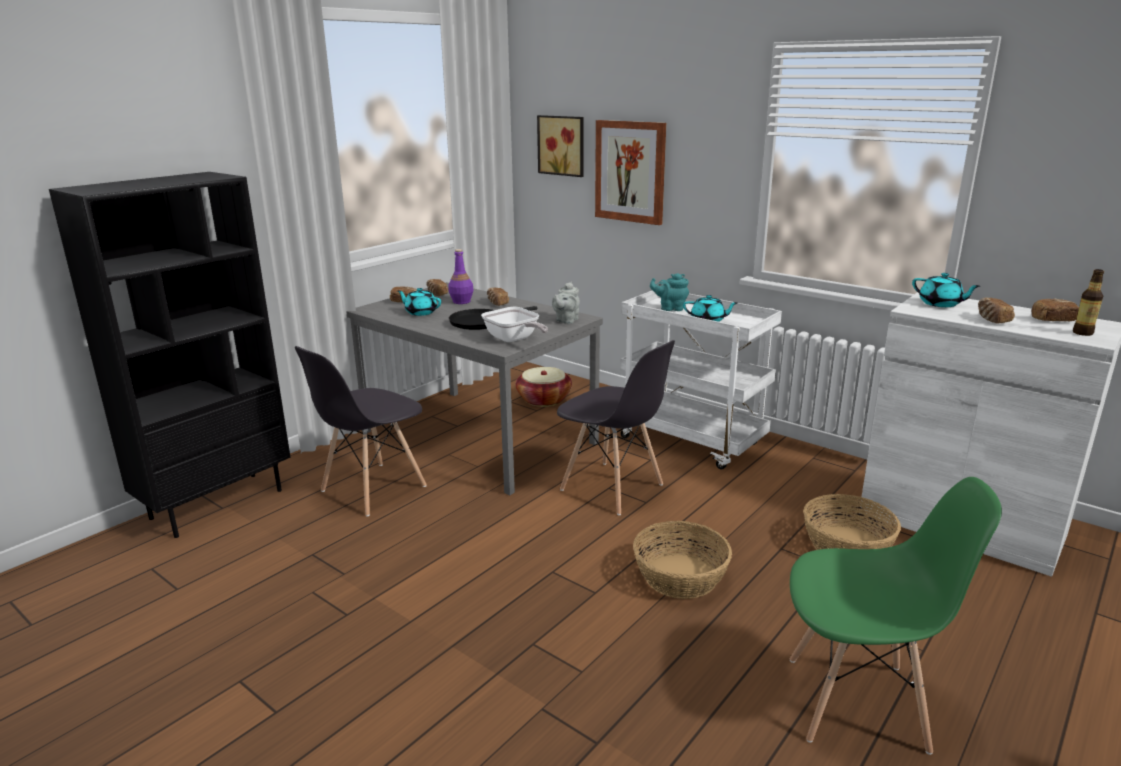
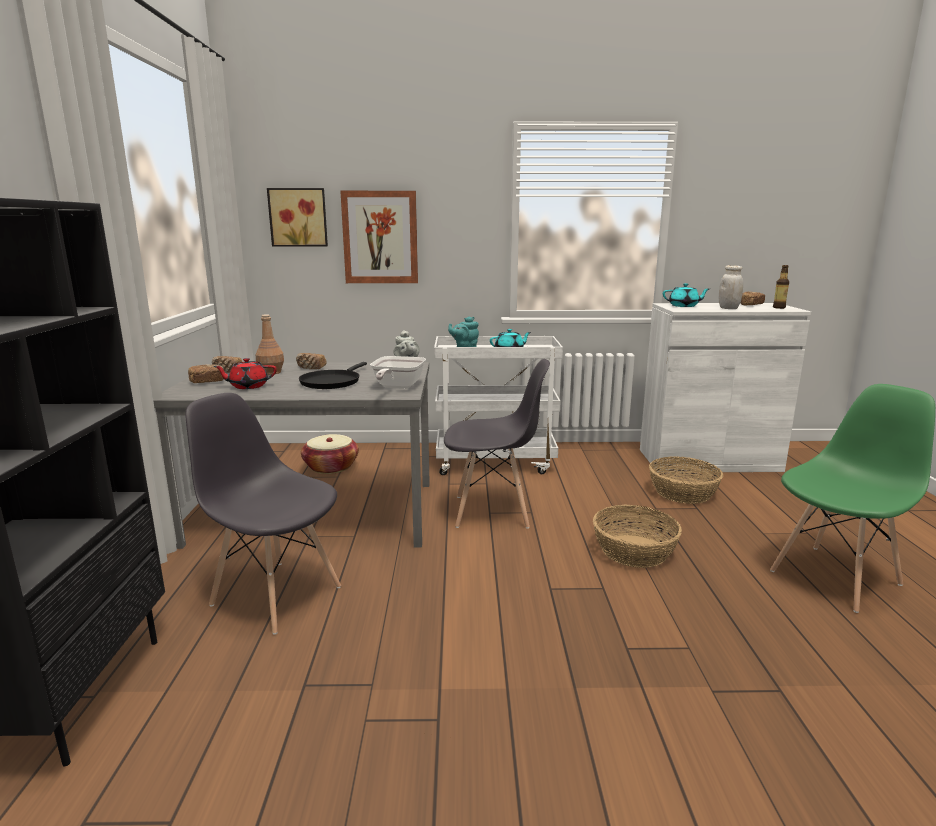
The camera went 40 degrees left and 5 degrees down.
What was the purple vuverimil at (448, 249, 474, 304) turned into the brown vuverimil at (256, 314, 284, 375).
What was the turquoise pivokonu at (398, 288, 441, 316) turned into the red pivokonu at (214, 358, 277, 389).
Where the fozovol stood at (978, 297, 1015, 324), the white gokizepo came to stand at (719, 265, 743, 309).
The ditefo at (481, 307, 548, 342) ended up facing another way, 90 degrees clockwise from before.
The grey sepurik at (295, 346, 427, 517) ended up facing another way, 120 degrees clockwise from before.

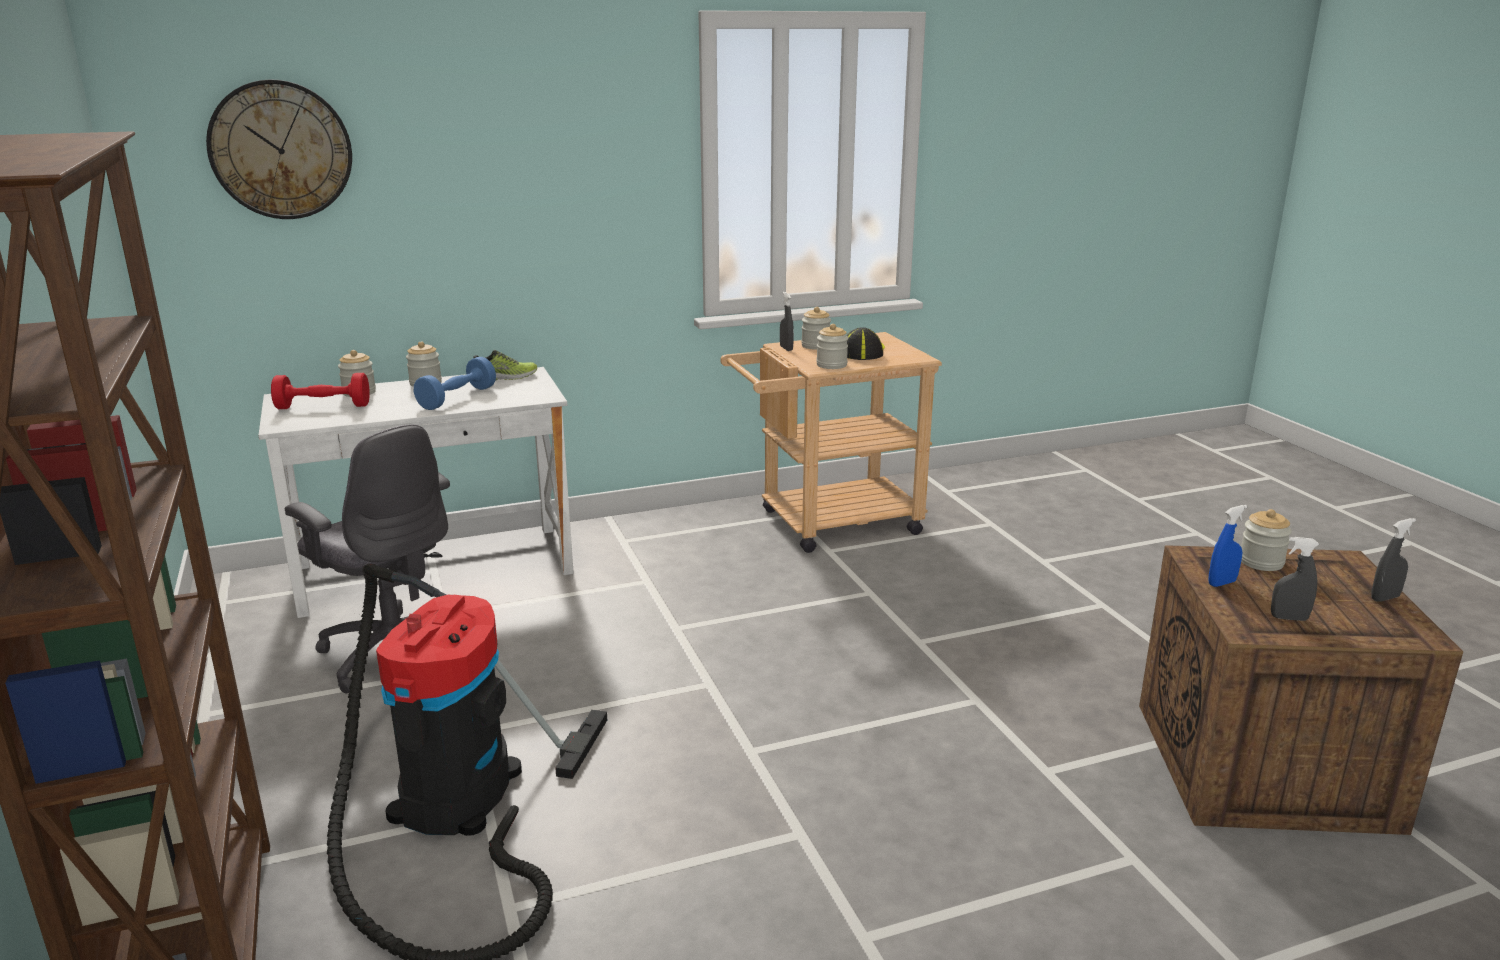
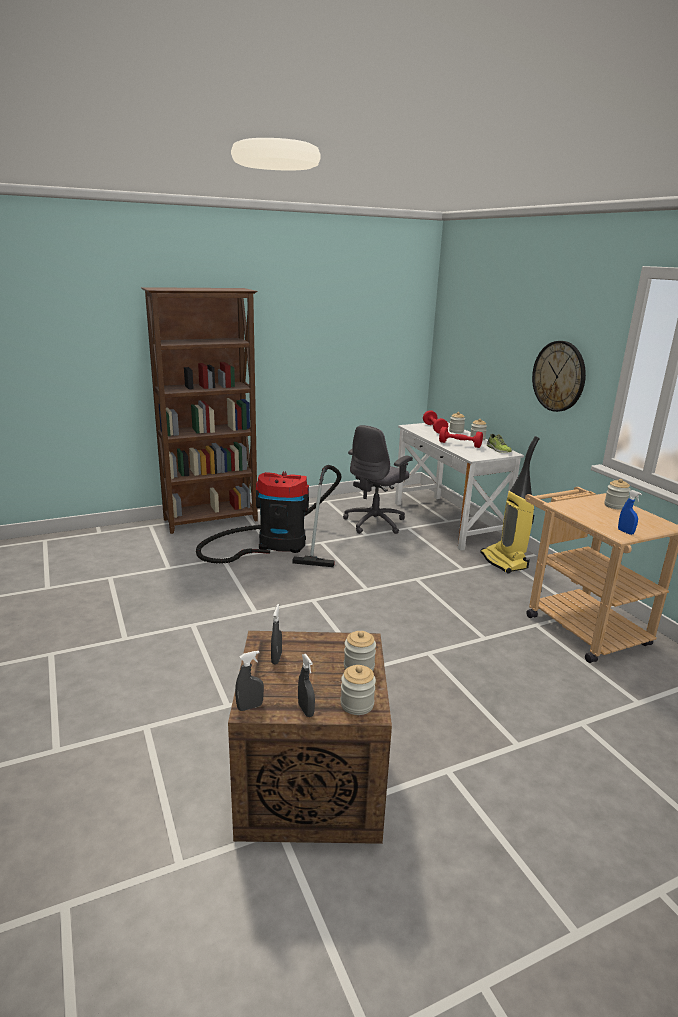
The camera went 85 degrees right and 0 degrees up.
The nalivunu ended up elsewhere, having gone from (206, 79, 352, 219) to (532, 341, 586, 412).
The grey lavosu ended up elsewhere, having gone from (780, 292, 794, 351) to (235, 651, 264, 711).
The gokizepo ended up elsewhere, having gone from (816, 324, 848, 369) to (340, 665, 376, 715).
The second view lost the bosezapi at (846, 327, 885, 360).
What was the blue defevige at (414, 357, 496, 410) turned into the red defevige at (439, 427, 483, 448).
The blue lavosu ended up elsewhere, having gone from (1209, 505, 1247, 587) to (618, 490, 642, 535).
The second view gained the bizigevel at (480, 436, 540, 574).

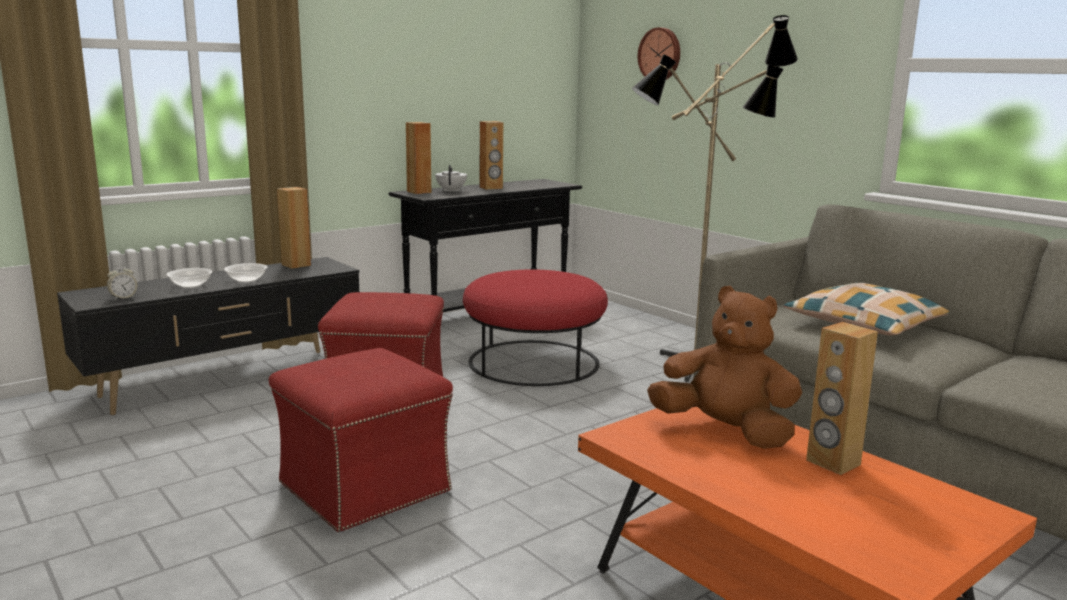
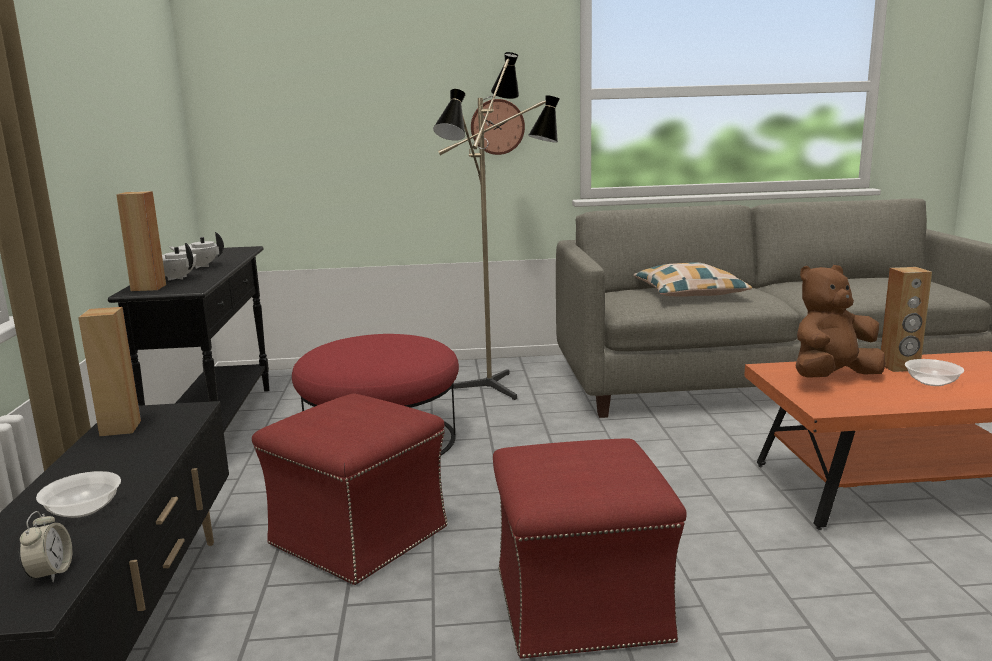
The camera went 55 degrees left and 0 degrees up.
The nalivunu ended up elsewhere, having gone from (638, 27, 680, 80) to (471, 99, 525, 155).
Where the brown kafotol stood at (480, 121, 503, 190), the white pivokonu came to stand at (169, 232, 224, 269).
The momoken ended up elsewhere, having gone from (224, 263, 267, 283) to (905, 359, 964, 386).

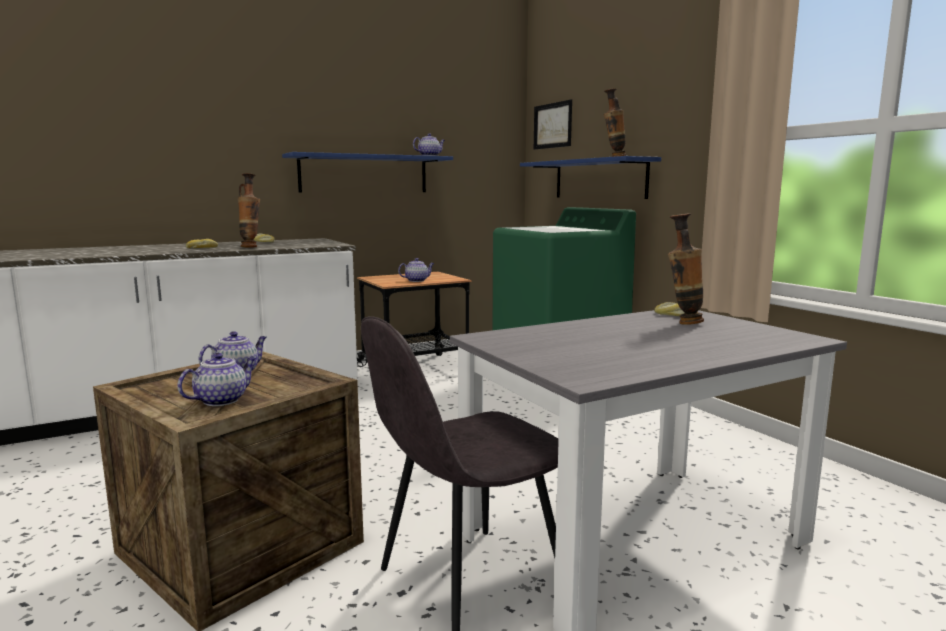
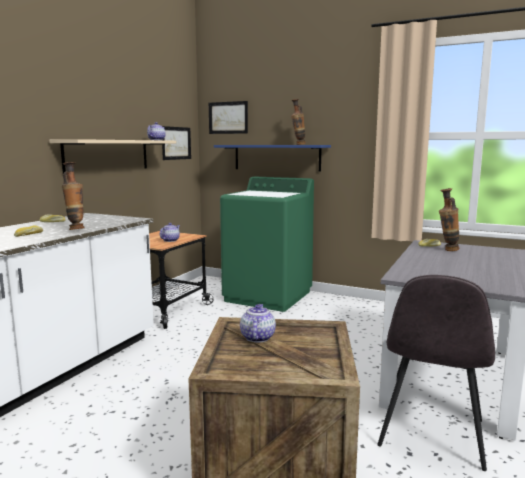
The camera went 35 degrees left and 0 degrees up.
What was the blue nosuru at (282, 152, 453, 193) turned into the beige nosuru at (49, 139, 176, 173).
The second view lost the pivokonu at (178, 353, 256, 406).
The second view gained the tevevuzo at (162, 126, 191, 160).

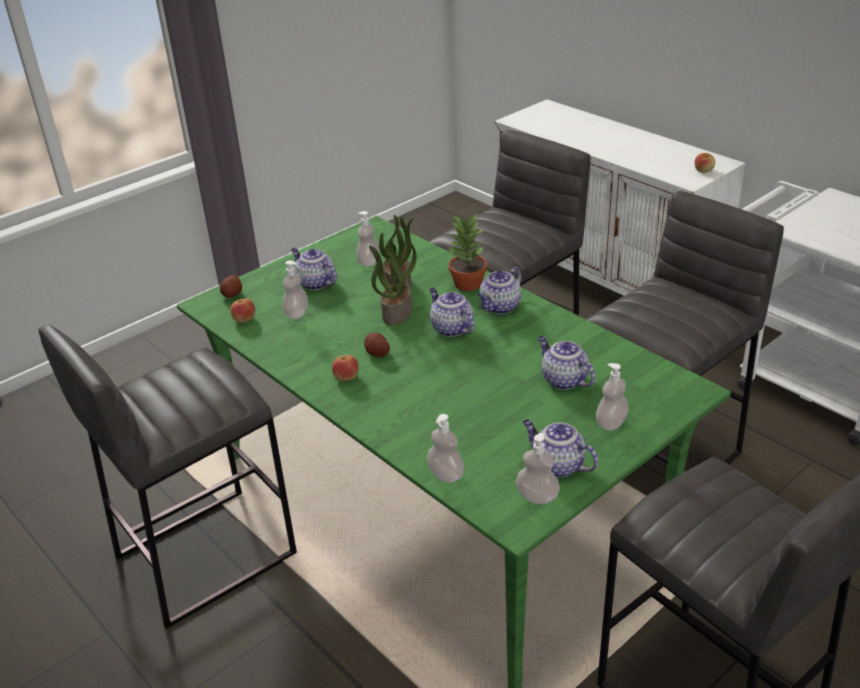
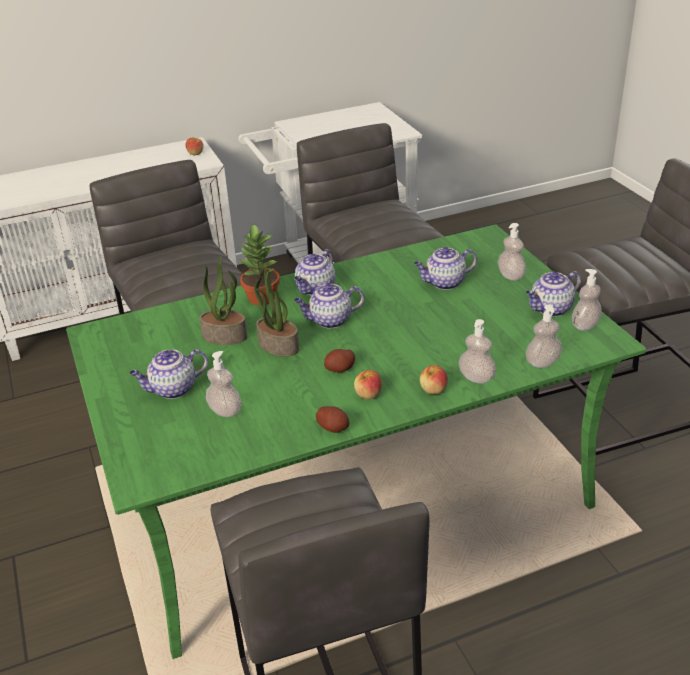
The camera went 70 degrees left and 0 degrees up.
The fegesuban ended up elsewhere, having gone from (356, 211, 380, 267) to (459, 319, 496, 384).
The pivokonu at (478, 267, 522, 314) ended up facing another way, 60 degrees clockwise from before.
The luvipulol ended up elsewhere, having gone from (220, 275, 242, 298) to (316, 406, 350, 433).
The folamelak ended up elsewhere, having gone from (230, 299, 255, 323) to (420, 365, 448, 394).

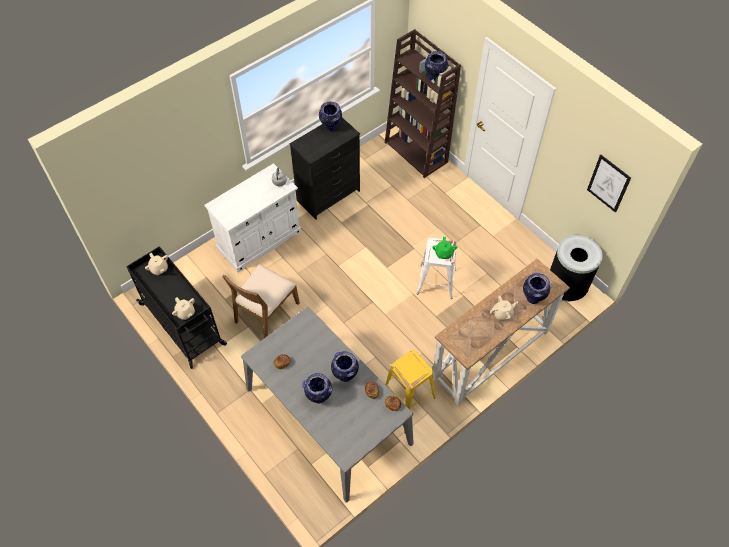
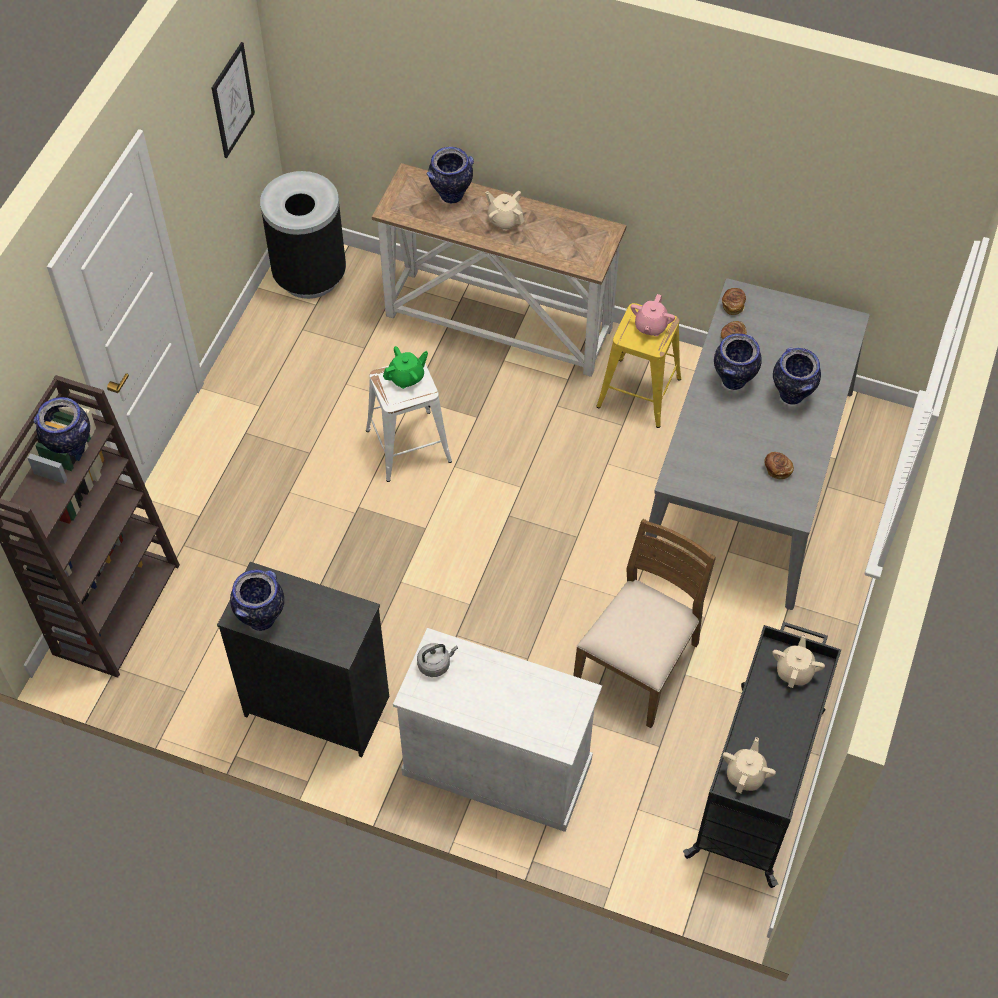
The camera went 120 degrees left and 0 degrees up.
The brown sepurik at (222, 264, 300, 338) ended up facing another way, 60 degrees counterclockwise from before.
The second view gained the pink pivokonu at (631, 294, 675, 336).

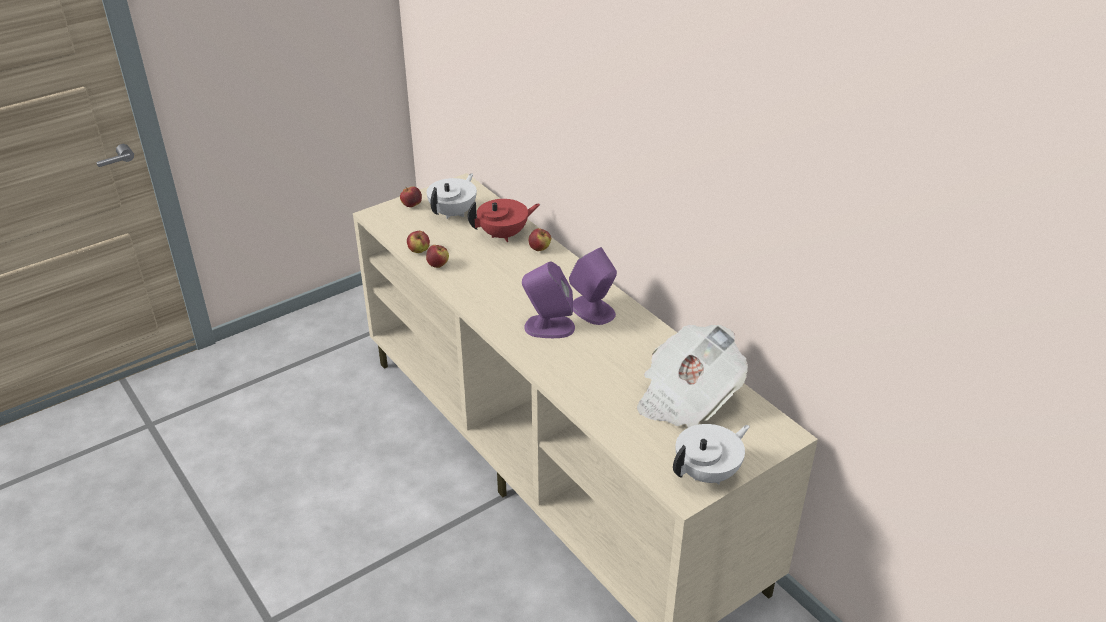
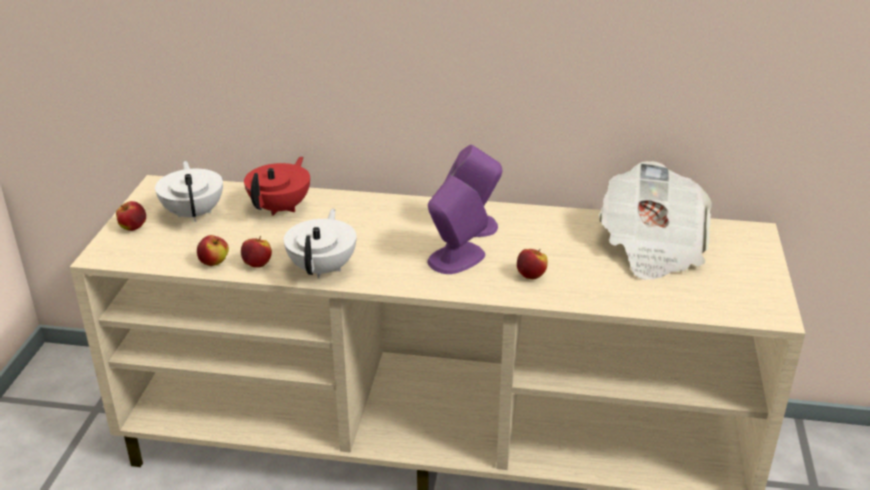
The camera went 45 degrees left and 5 degrees down.
The folamelak ended up elsewhere, having gone from (529, 228, 551, 251) to (517, 249, 548, 280).
The white pivokonu ended up elsewhere, having gone from (673, 424, 750, 485) to (284, 209, 357, 279).

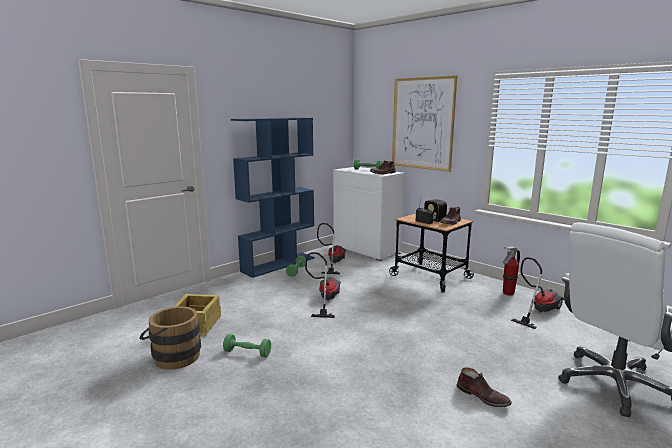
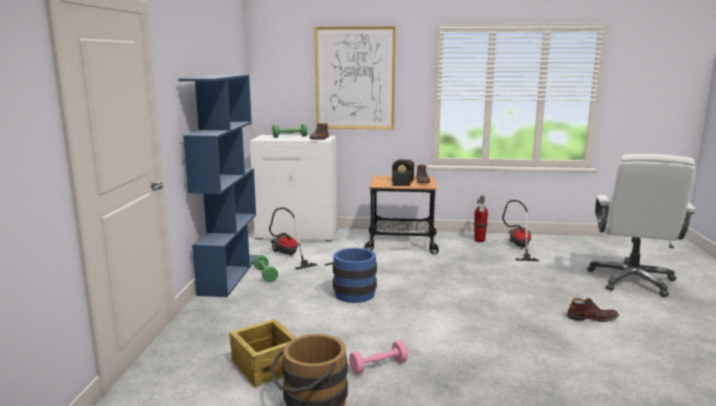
The camera went 40 degrees left and 0 degrees up.
Where the bizigevel stood at (305, 252, 341, 318), the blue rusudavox came to stand at (325, 248, 377, 303).
What was the green defevige at (223, 334, 271, 357) turned into the pink defevige at (349, 341, 408, 375).

